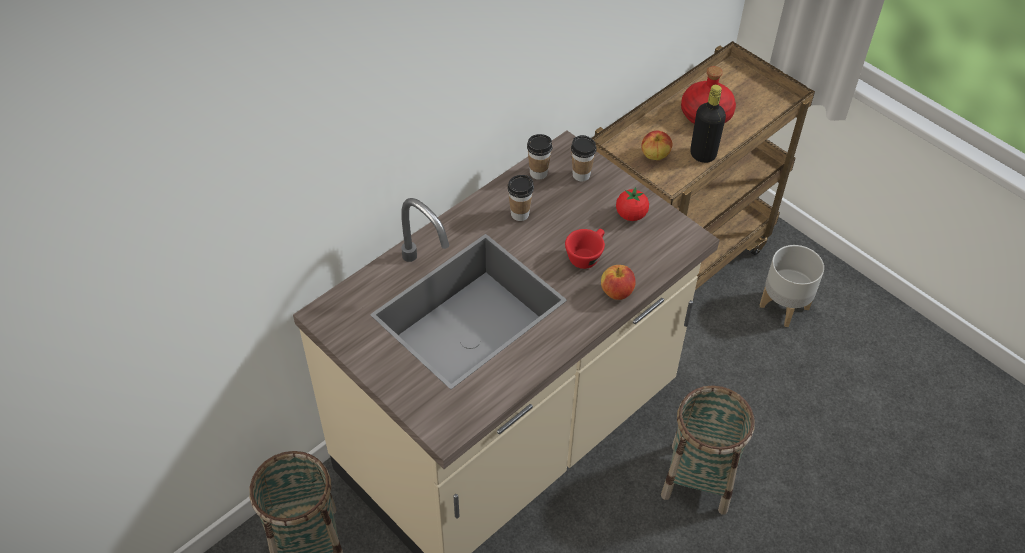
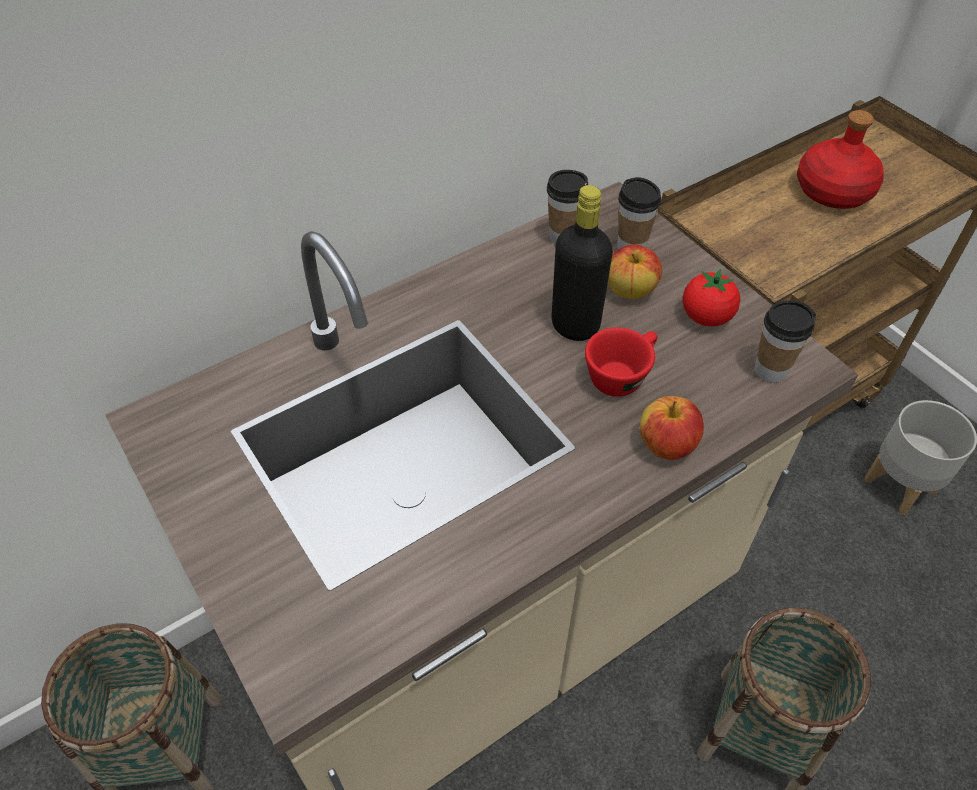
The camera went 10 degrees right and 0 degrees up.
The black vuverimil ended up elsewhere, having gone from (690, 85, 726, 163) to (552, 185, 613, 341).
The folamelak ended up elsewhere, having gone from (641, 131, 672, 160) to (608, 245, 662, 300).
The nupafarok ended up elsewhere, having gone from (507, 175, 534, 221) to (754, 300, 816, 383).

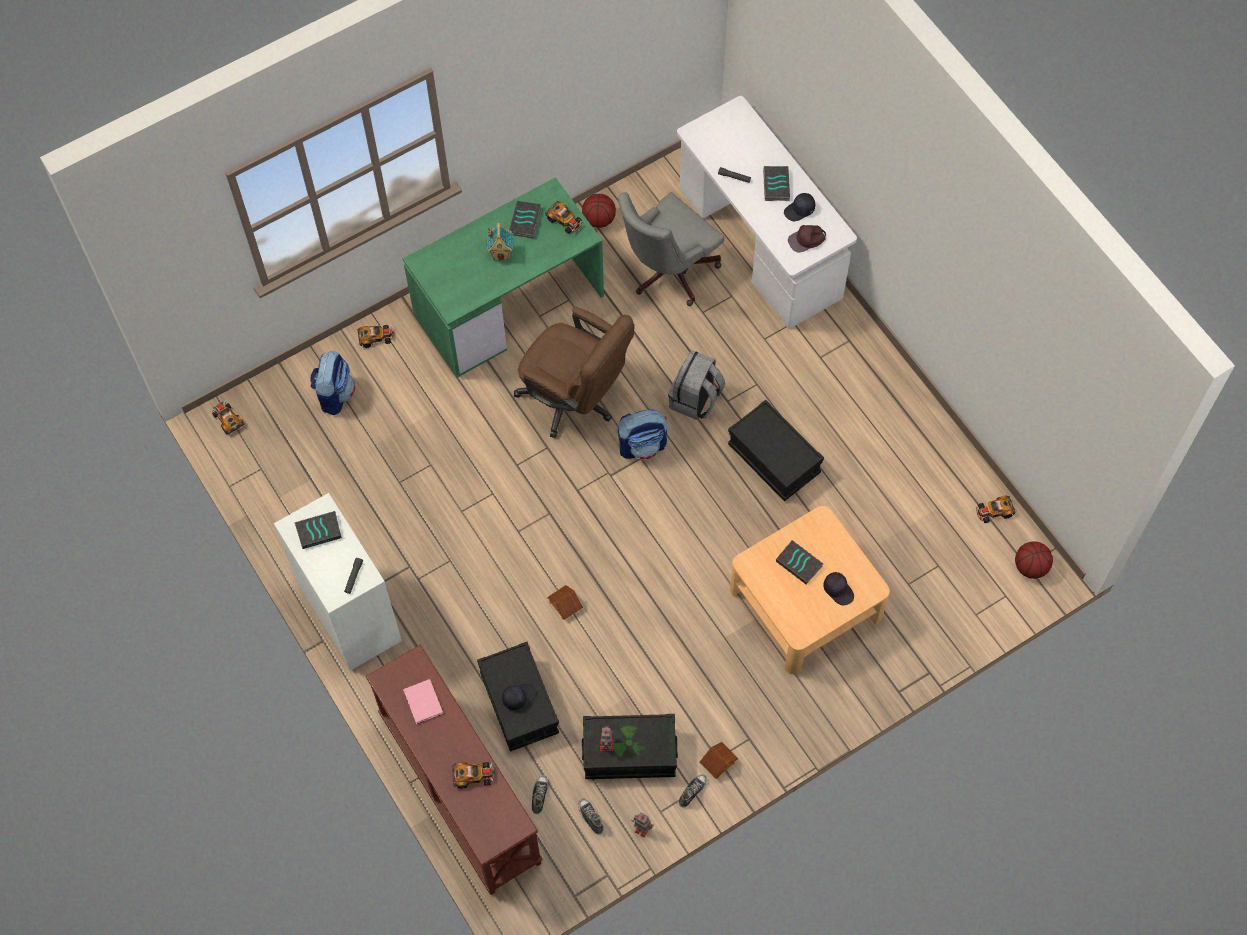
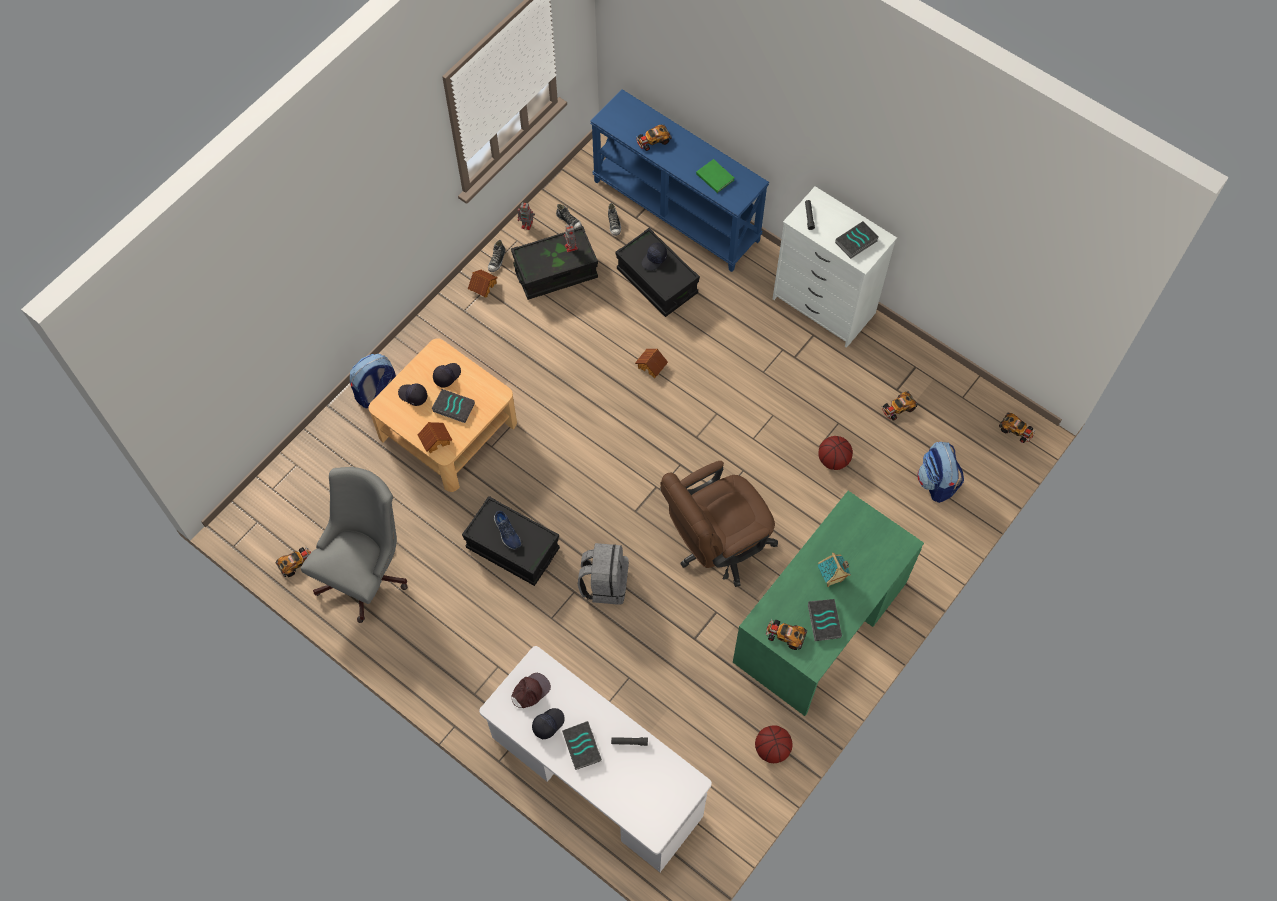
The camera went 160 degrees right and 0 degrees up.
The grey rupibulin ended up elsewhere, having gone from (618, 192, 724, 306) to (301, 467, 408, 623).
The brown rupibulin at (514, 307, 634, 438) ended up facing another way, 45 degrees counterclockwise from before.
The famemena ended up elsewhere, having gone from (357, 325, 394, 348) to (882, 392, 918, 420).
The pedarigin ended up elsewhere, having gone from (618, 410, 667, 460) to (350, 354, 396, 408).
The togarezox ended up elsewhere, having gone from (1015, 541, 1053, 579) to (818, 436, 853, 470).
What was the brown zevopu at (366, 645, 542, 895) turned into the blue zevopu at (590, 89, 769, 272).
What was the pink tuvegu at (403, 679, 443, 724) turned into the green tuvegu at (696, 159, 734, 193).
The second view gained the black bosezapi at (433, 363, 461, 388).
The second view gained the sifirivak at (418, 422, 452, 453).
The second view gained the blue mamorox at (494, 511, 521, 550).

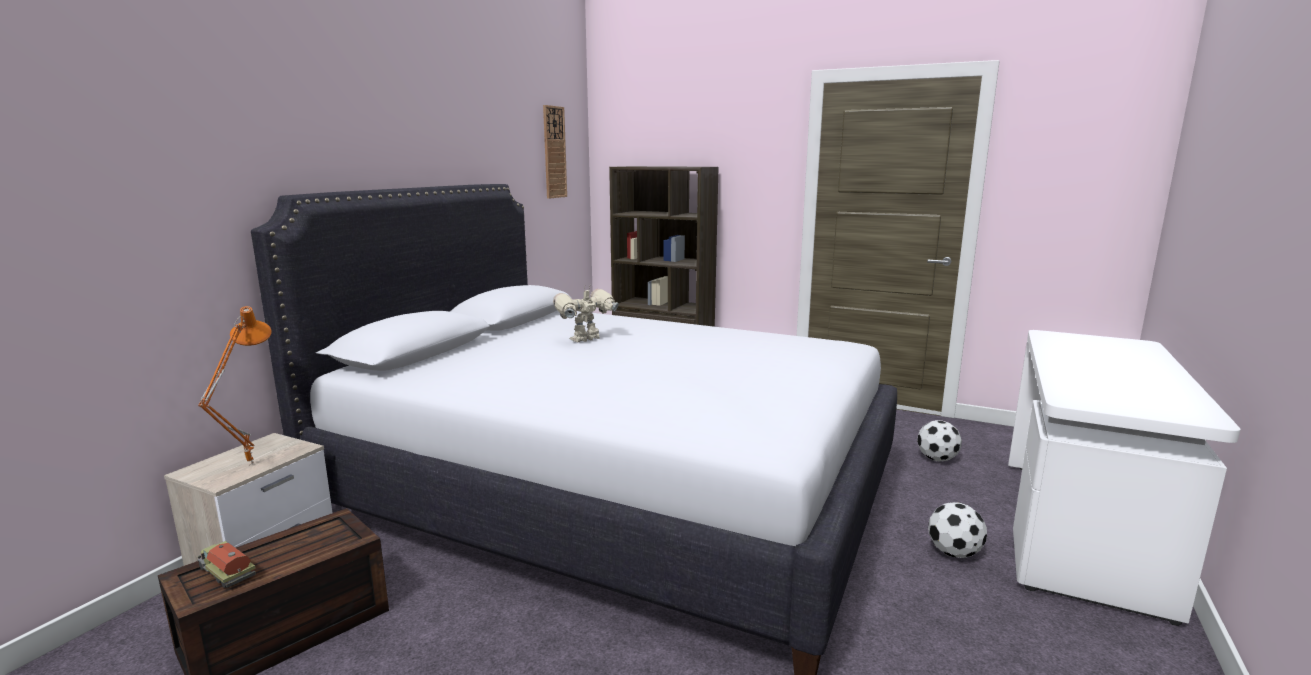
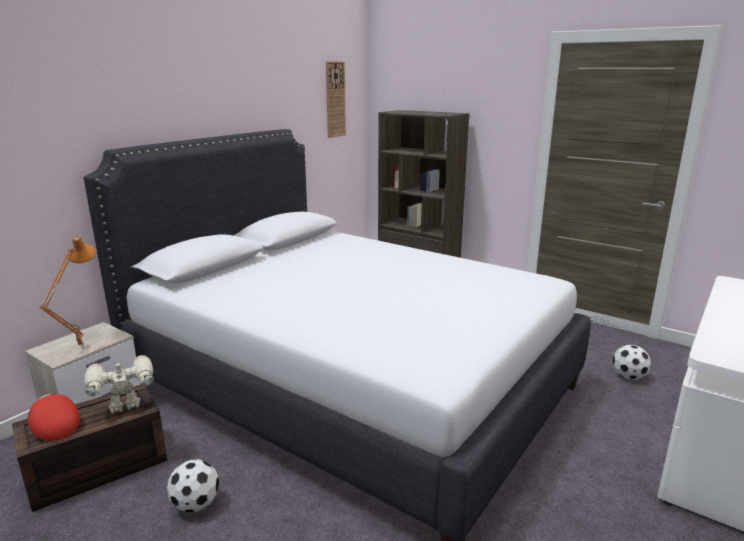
The camera went 10 degrees right and 5 degrees up.
The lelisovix ended up elsewhere, having gone from (553, 286, 619, 342) to (84, 355, 154, 414).
The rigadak ended up elsewhere, having gone from (928, 502, 987, 558) to (167, 459, 219, 512).
Where the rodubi stood at (197, 541, 256, 588), the red bosezapi came to stand at (27, 394, 80, 441).

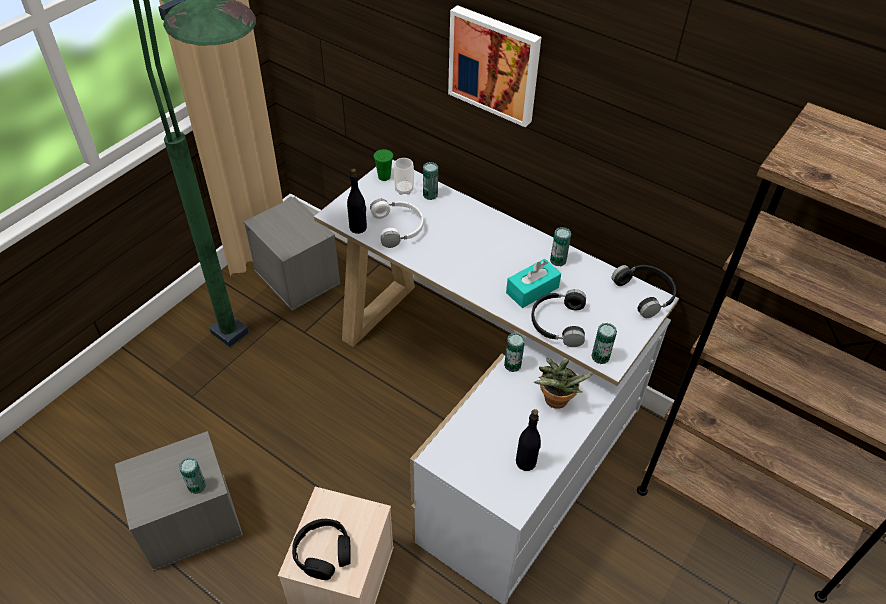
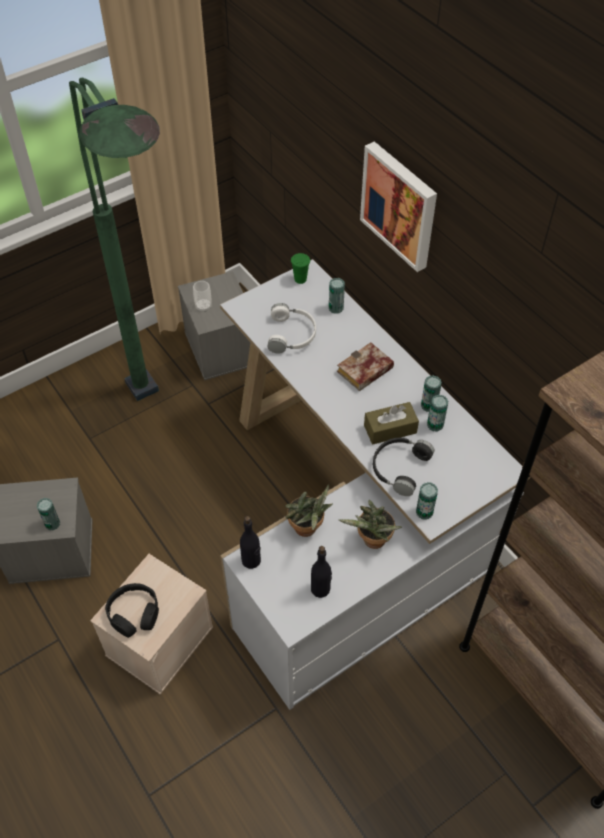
The camera went 20 degrees right and 5 degrees up.
The nupafarok ended up elsewhere, having gone from (394, 158, 414, 195) to (193, 281, 212, 312).
The black vuverimil ended up elsewhere, having gone from (347, 168, 367, 234) to (240, 516, 261, 569).
What was the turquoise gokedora at (506, 259, 561, 308) turned into the brown gokedora at (364, 402, 419, 444).
The second view lost the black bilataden at (611, 265, 676, 318).
The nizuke ended up elsewhere, having gone from (504, 333, 525, 372) to (427, 395, 448, 432).
The second view gained the tuvegu at (337, 342, 394, 391).
The second view gained the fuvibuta at (285, 484, 332, 537).

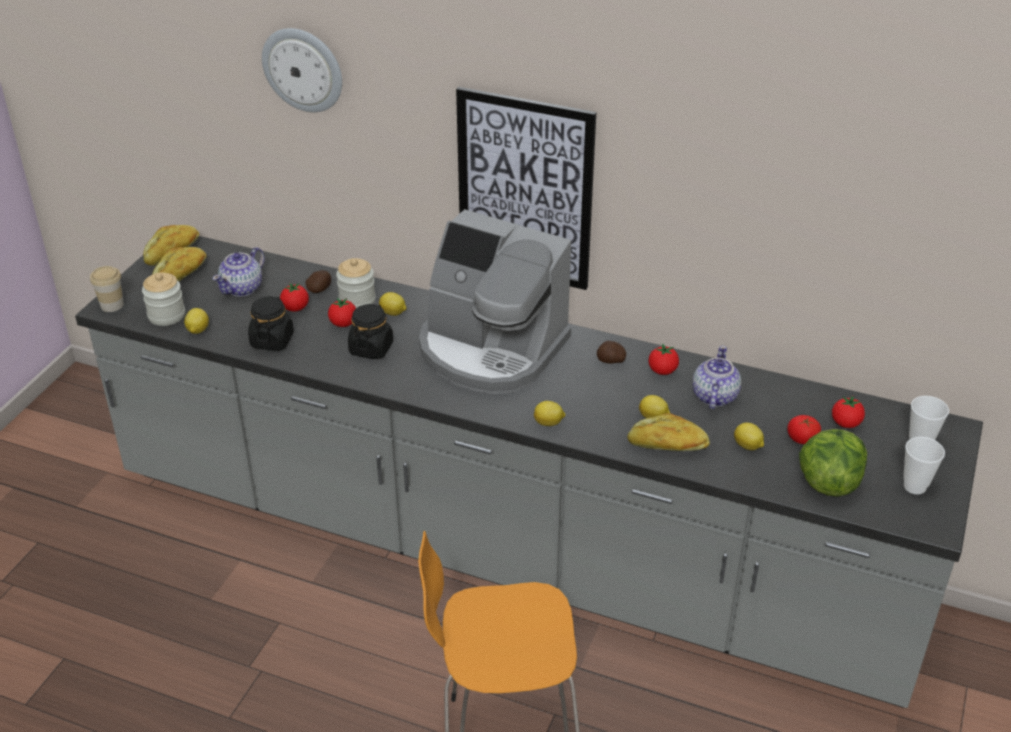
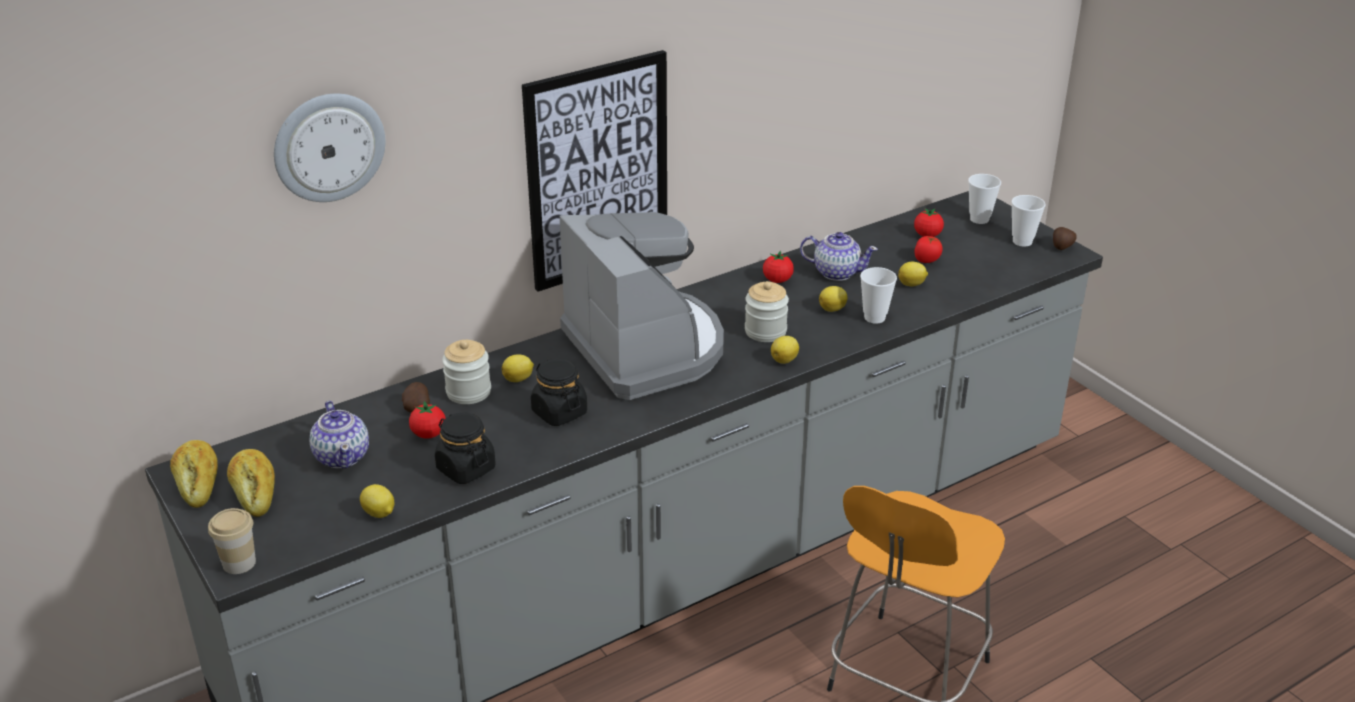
The camera went 55 degrees left and 5 degrees down.
The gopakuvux at (419, 209, 571, 394) ended up facing another way, 90 degrees counterclockwise from before.
The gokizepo ended up elsewhere, having gone from (142, 272, 185, 326) to (745, 281, 789, 342).
The second view lost the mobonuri at (328, 298, 356, 327).
The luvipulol ended up elsewhere, having gone from (597, 341, 626, 364) to (1053, 227, 1077, 250).
The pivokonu at (693, 346, 741, 410) ended up facing another way, 150 degrees clockwise from before.
Where the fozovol stood at (627, 413, 710, 451), the nupafarok came to stand at (860, 267, 897, 324).
The second view lost the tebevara at (799, 429, 867, 497).

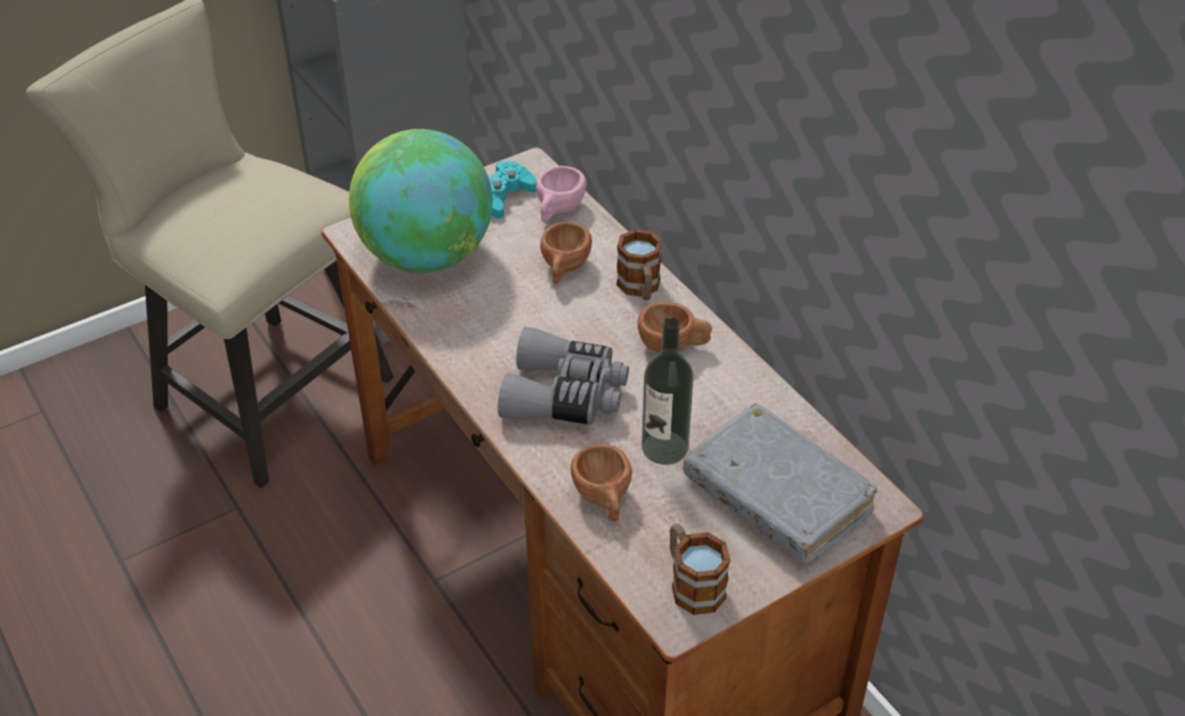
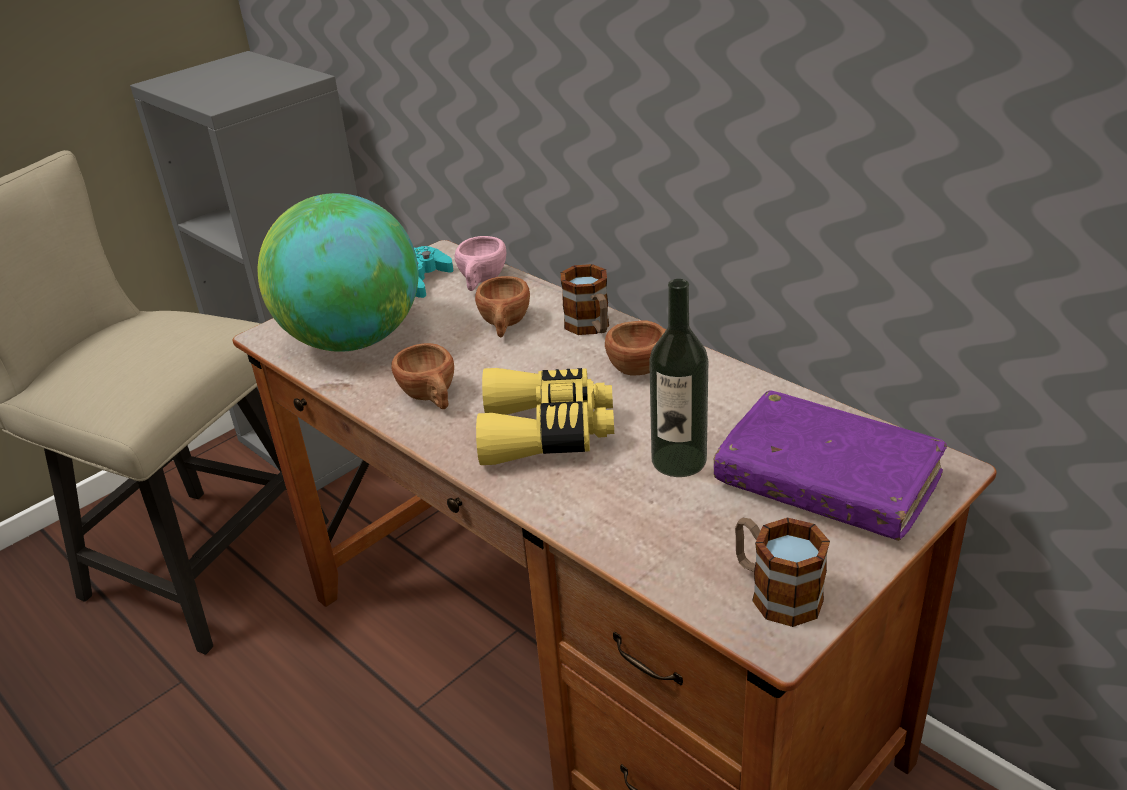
The camera went 10 degrees left and 10 degrees down.
What was the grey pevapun at (498, 327, 629, 425) turned into the yellow pevapun at (476, 368, 614, 465).
What was the grey tuvegu at (683, 403, 877, 564) turned into the purple tuvegu at (714, 390, 947, 541).
The brown nupafarok ended up elsewhere, having gone from (570, 444, 632, 522) to (391, 343, 454, 409).

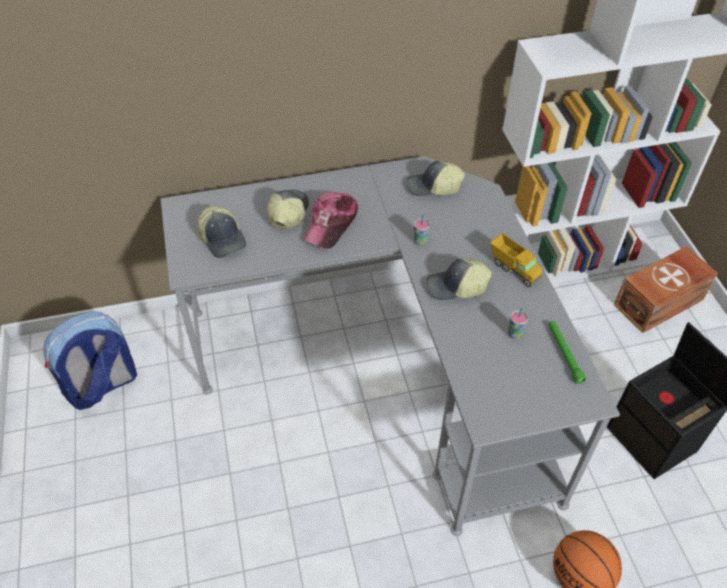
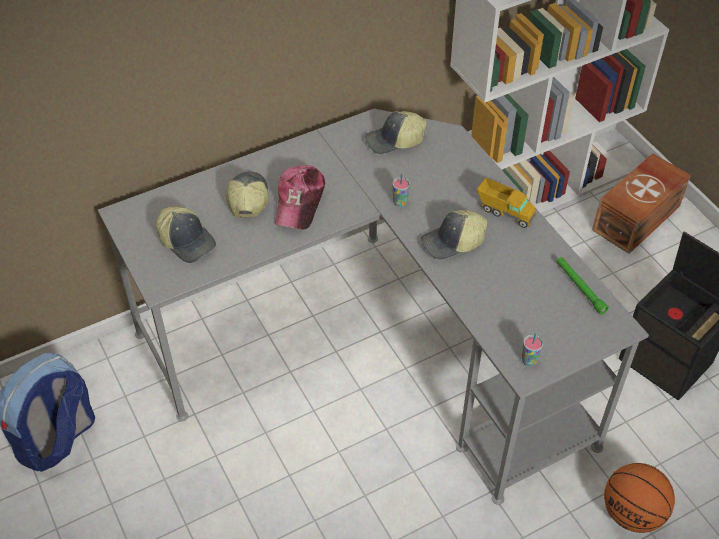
The camera went 15 degrees left and 0 degrees up.
The nupafarok ended up elsewhere, having gone from (508, 307, 528, 339) to (522, 332, 543, 366).

